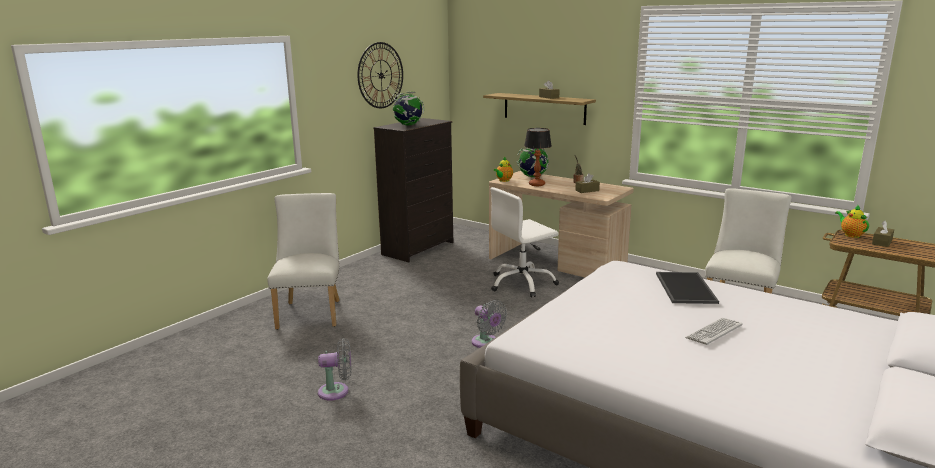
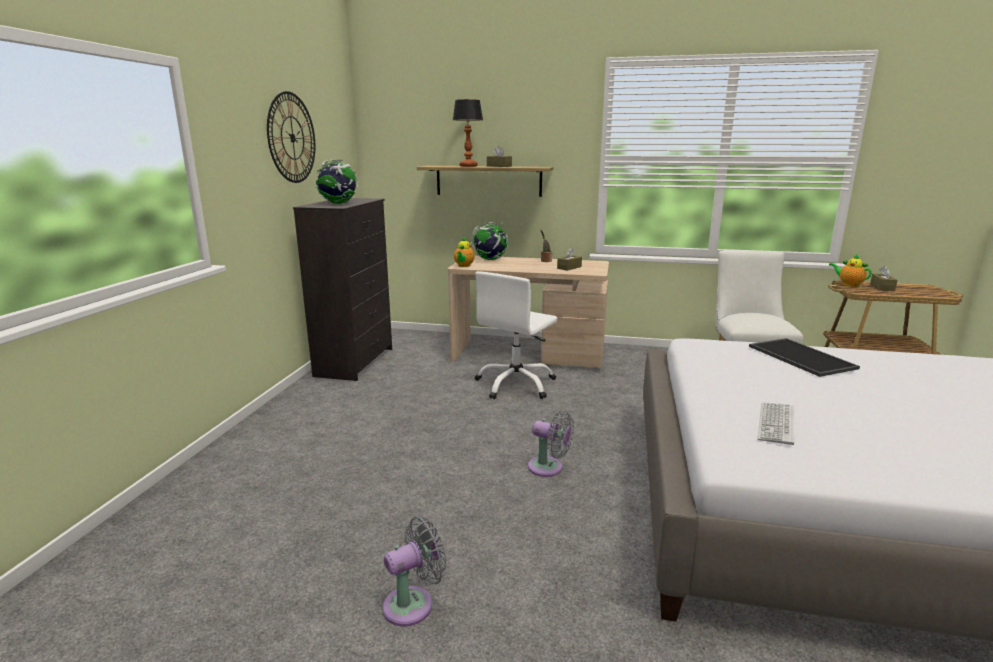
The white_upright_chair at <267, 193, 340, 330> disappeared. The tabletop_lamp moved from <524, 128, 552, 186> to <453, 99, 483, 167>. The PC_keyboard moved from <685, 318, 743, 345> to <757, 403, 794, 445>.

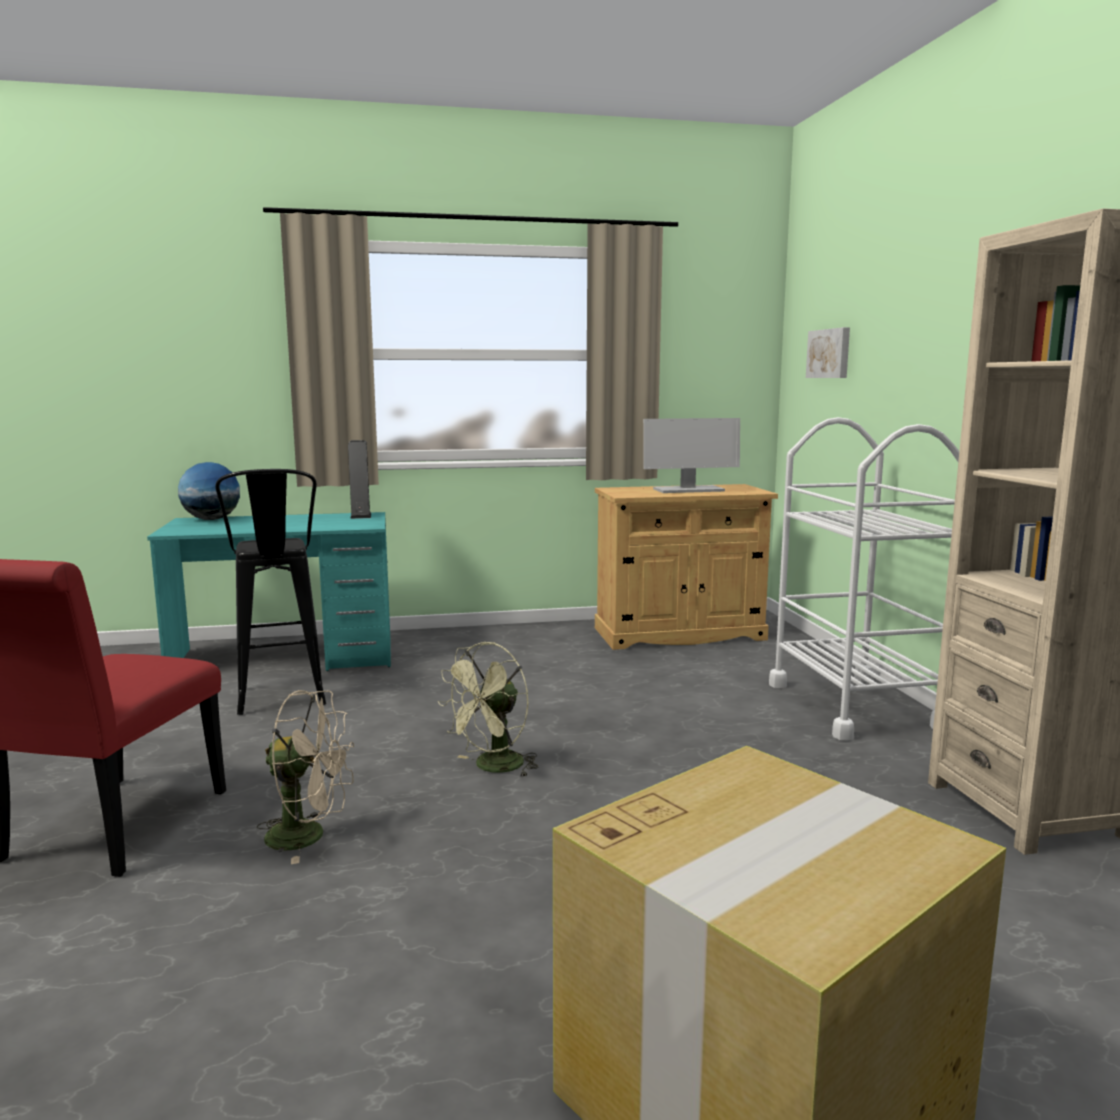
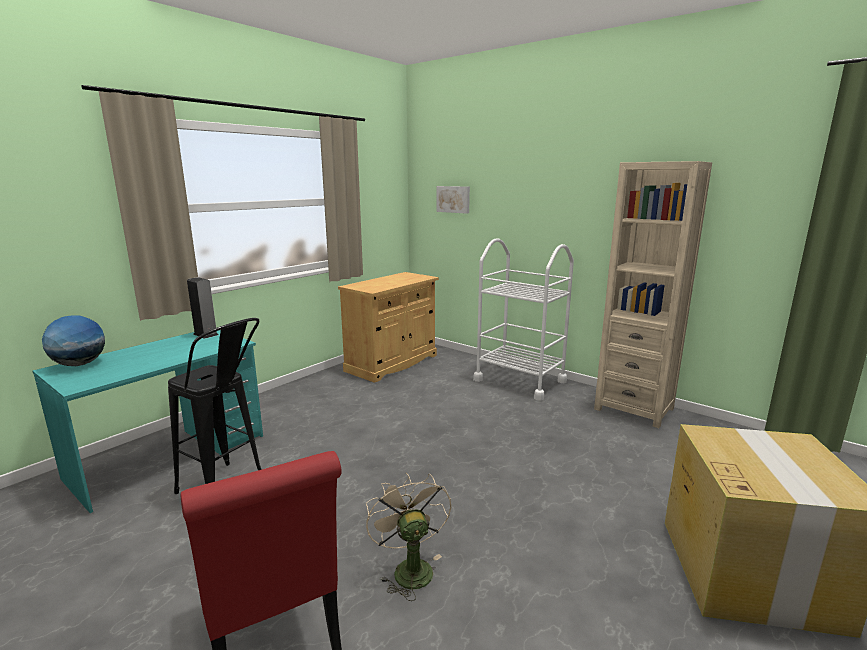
The greenish_cooling_fan at <438, 642, 538, 777> disappeared. The computer_screen at <643, 418, 740, 493> disappeared. The beige-coloured_cooling_fan at <257, 690, 354, 864> turned 75 degrees counterclockwise.

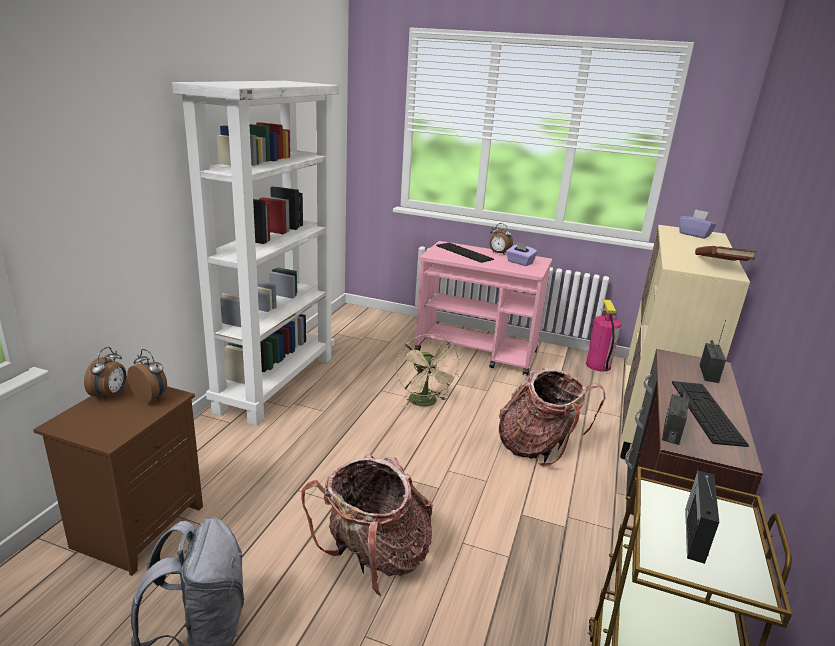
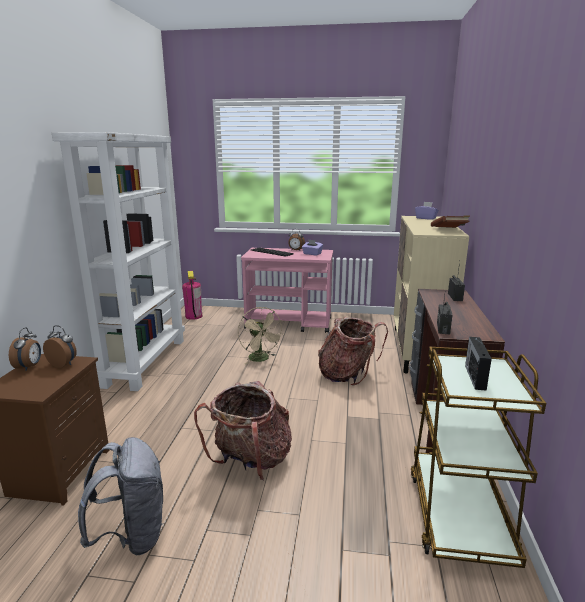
The PC_keyboard at <672, 381, 749, 447> disappeared. The fire_extinguisher moved from <586, 299, 622, 372> to <182, 271, 202, 320>.

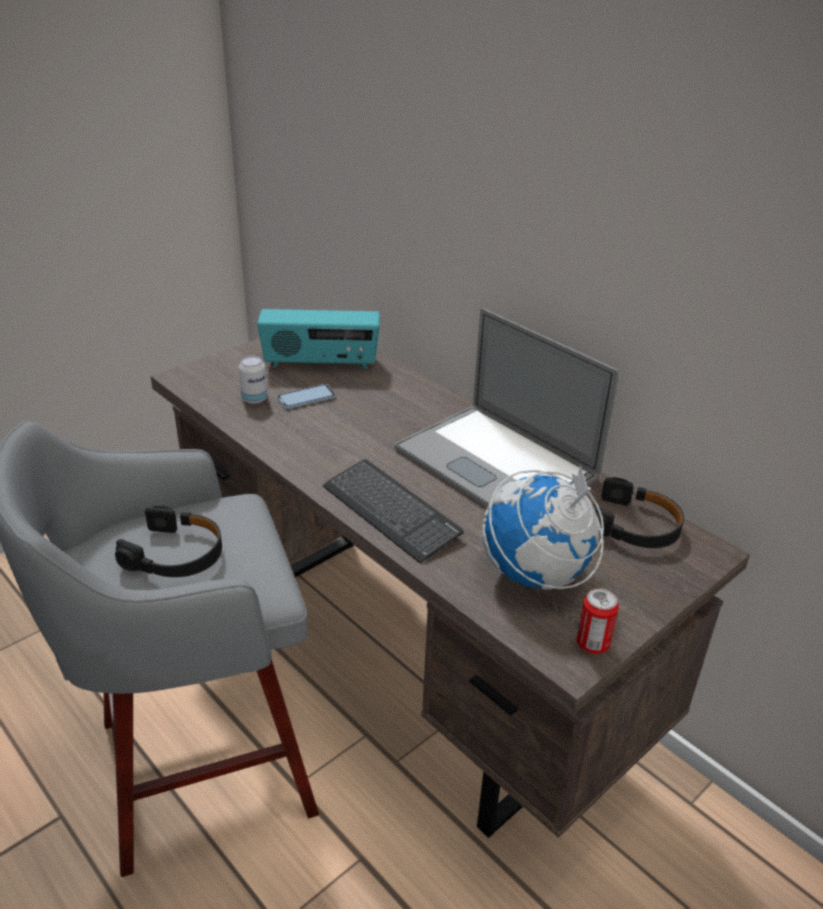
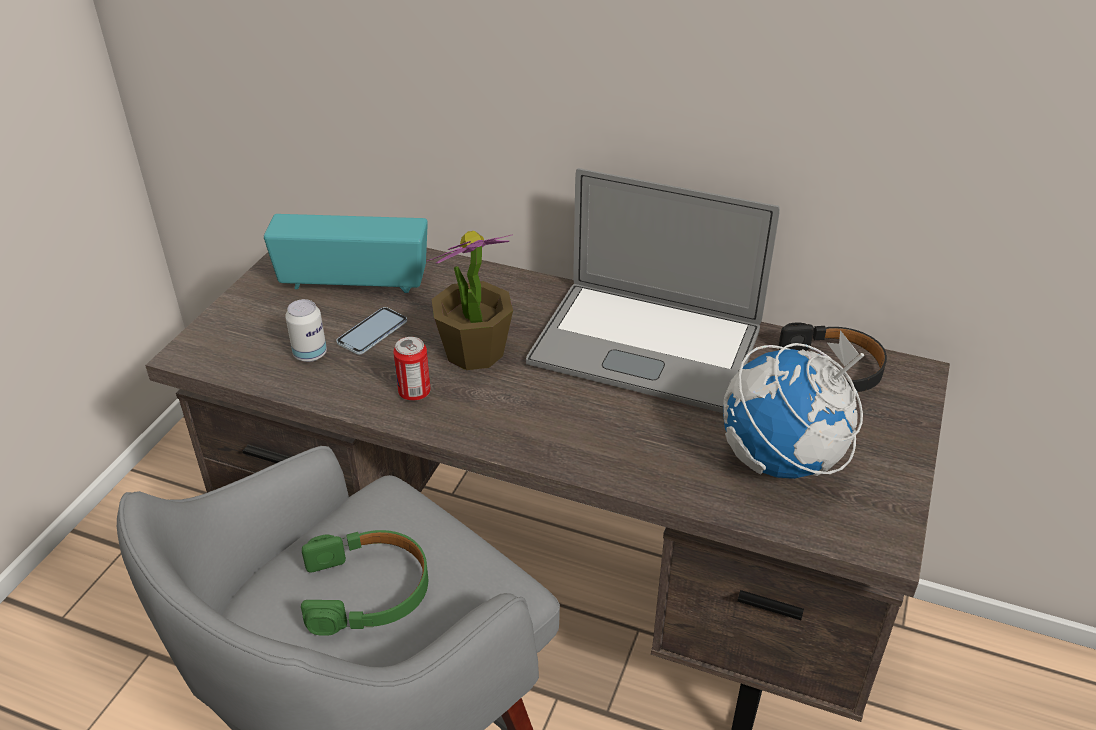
The PC_keyboard at <323, 459, 464, 564> disappeared. The plant_in_a_pot at <427, 231, 513, 370> appeared. The sealed_can moved from <577, 588, 619, 654> to <393, 337, 431, 401>. The black-coloured_headphones at <115, 505, 222, 577> became the greenish_headphones at <301, 530, 428, 636>. The radio_set at <257, 309, 380, 369> turned 150 degrees counterclockwise.

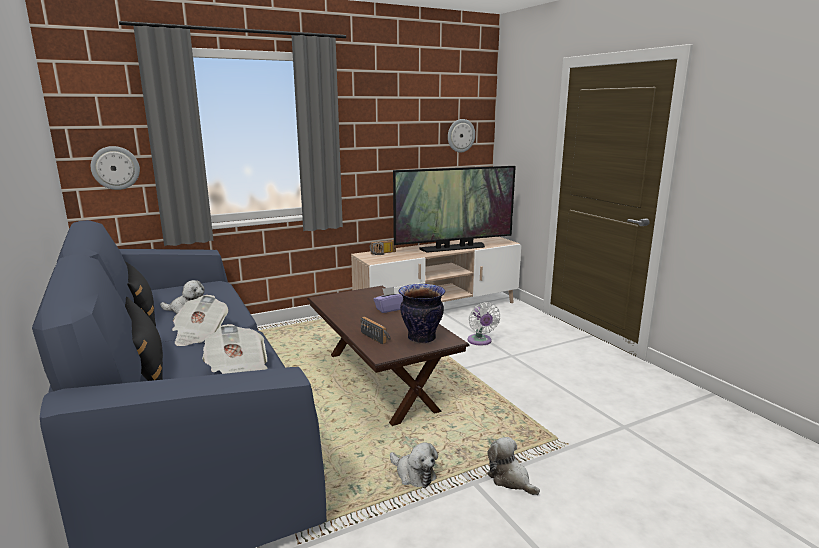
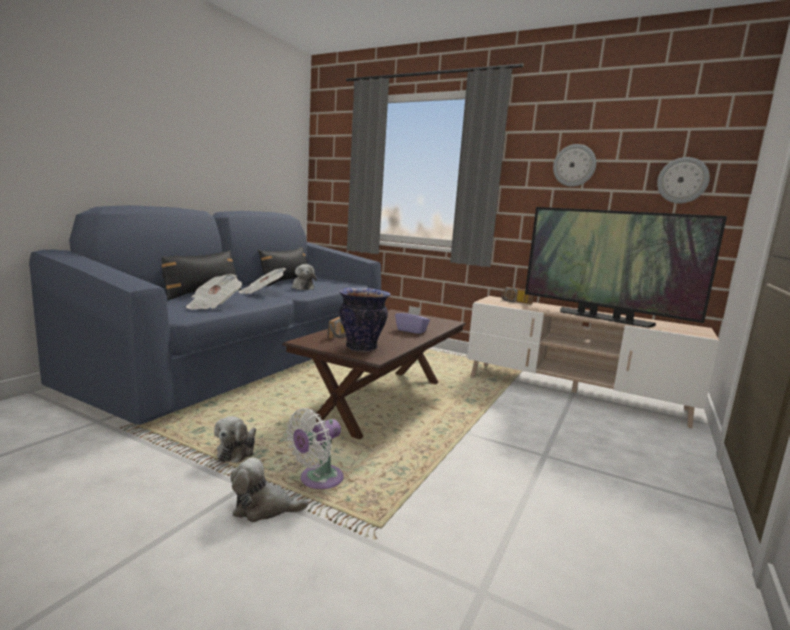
The clock_on_the_wall moved from <91, 146, 140, 190> to <553, 144, 596, 187>. The white_cooling_fan moved from <468, 302, 500, 346> to <286, 408, 344, 489>. The plush_toy at <487, 437, 540, 495> turned 105 degrees counterclockwise.

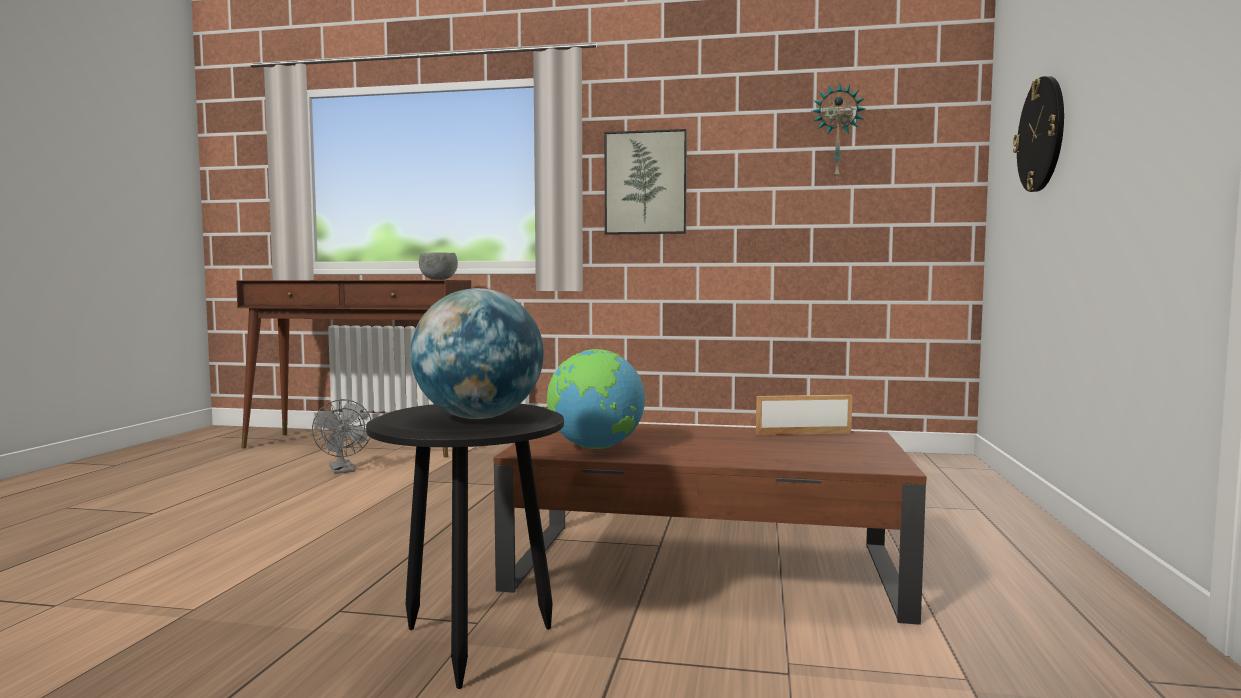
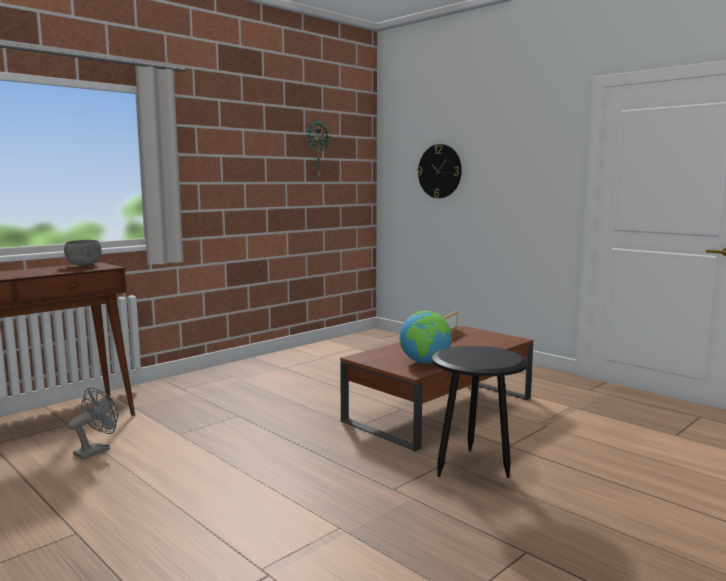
The globe at <410, 288, 544, 419> disappeared. The picture at <605, 129, 687, 235> disappeared. The gray_cooling_fan at <312, 399, 371, 474> turned 60 degrees counterclockwise.

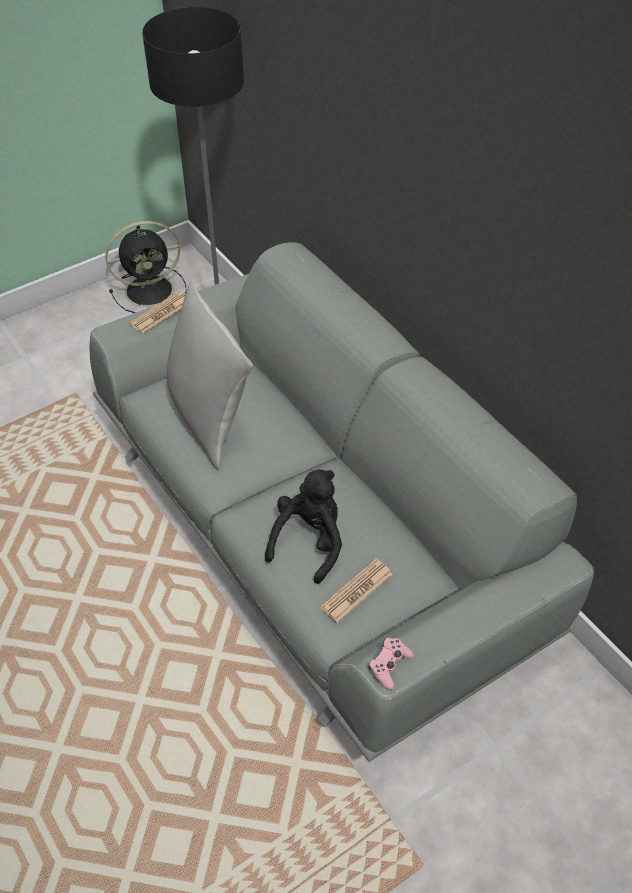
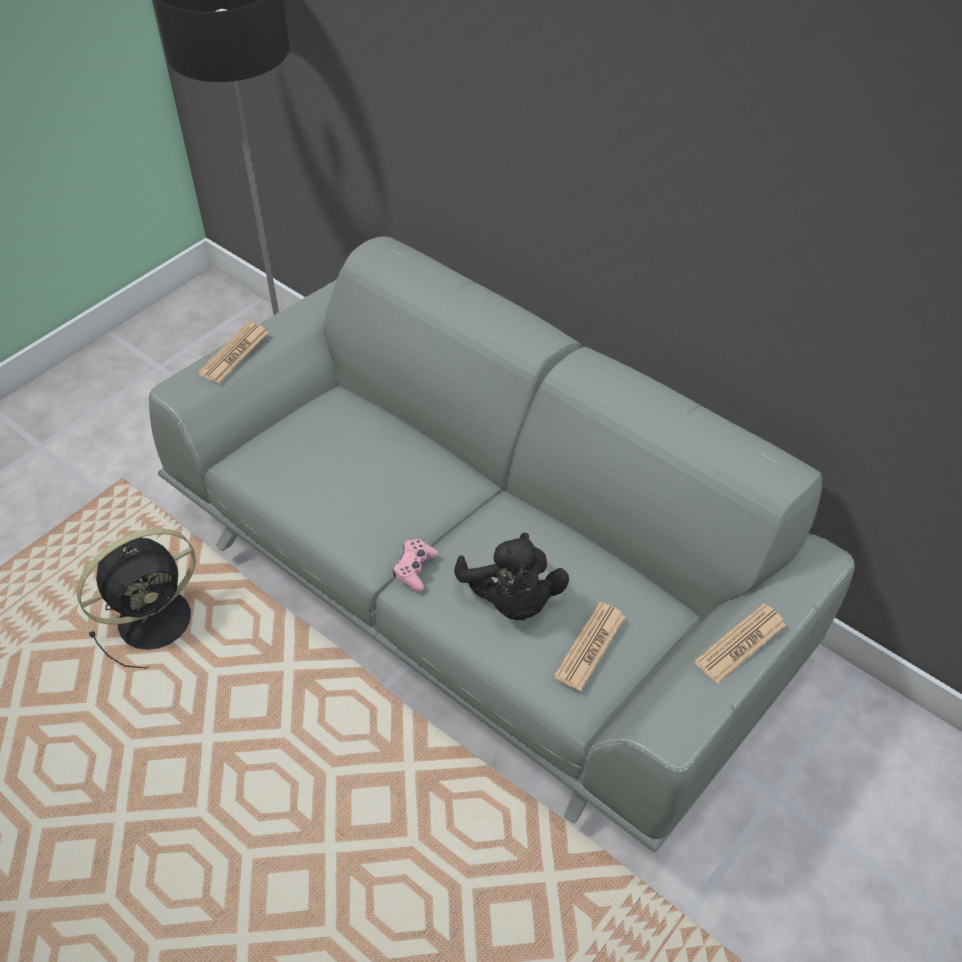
The gray_pillow at <167, 281, 253, 469> disappeared. The daily_paper at <694, 603, 786, 683> appeared. The black-coloured_cooling_fan moved from <106, 221, 187, 313> to <77, 528, 196, 668>. The pink-coloured_gamepad moved from <368, 638, 414, 690> to <393, 539, 438, 592>. The black-coloured_plush_toy at <265, 469, 342, 584> turned 150 degrees clockwise.

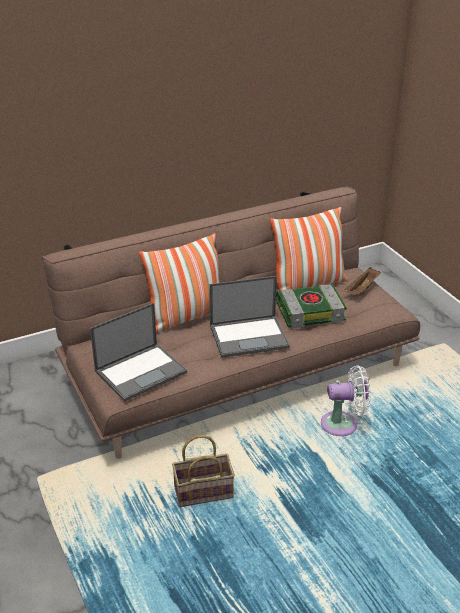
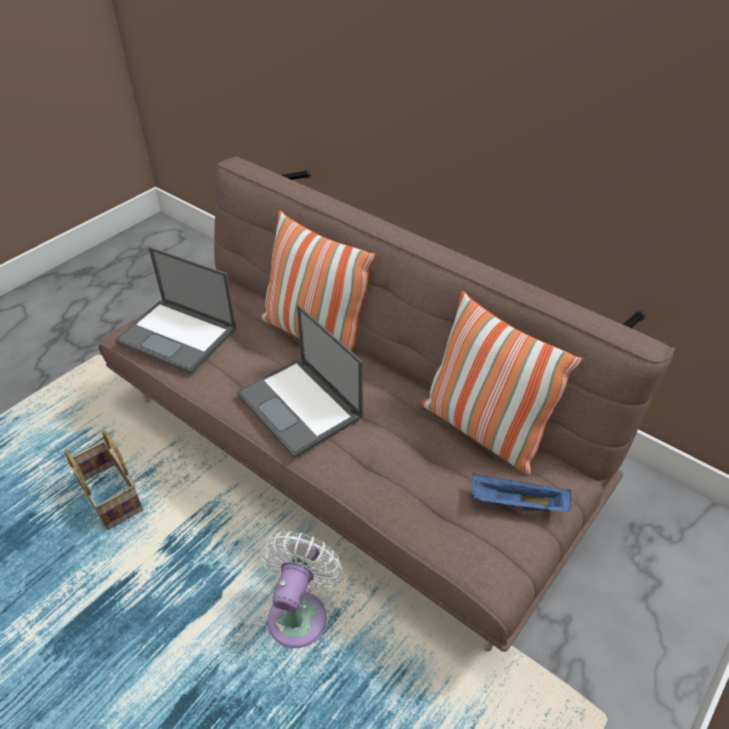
The book at <276, 284, 347, 329> disappeared. The brown_serving_tray at <344, 267, 381, 295> became the bluish_serving_tray at <471, 474, 571, 512>. The white_cooling_fan at <321, 365, 371, 436> turned 135 degrees counterclockwise.

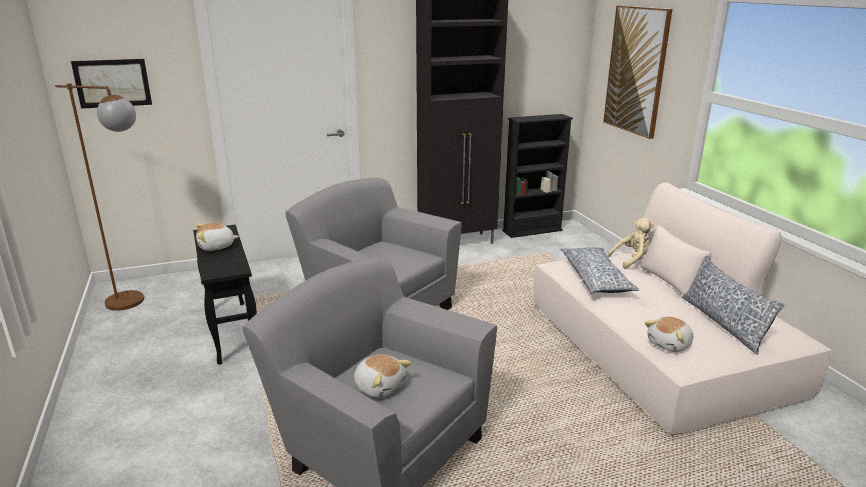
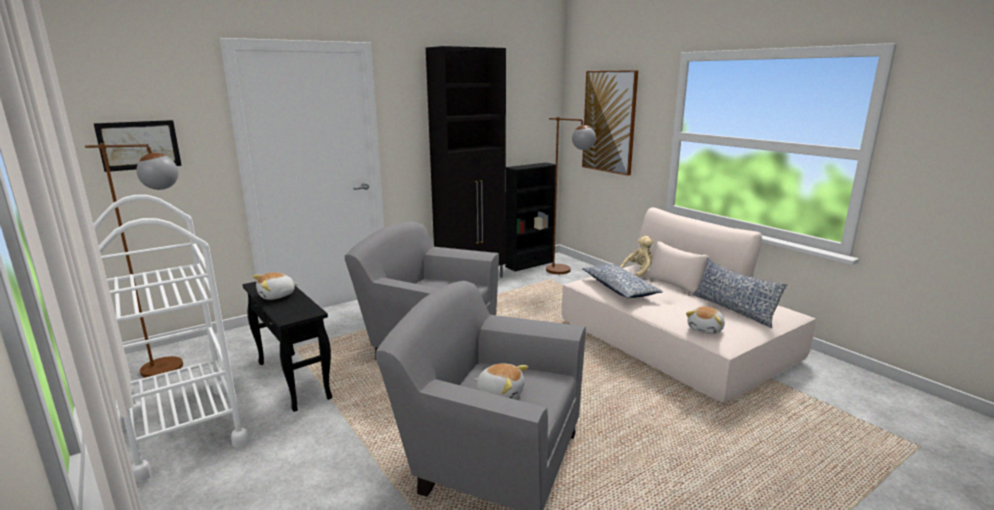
The white_wheeled_cart at <93, 195, 249, 482> appeared. The brown_standing_lamp at <546, 117, 596, 274> appeared.

